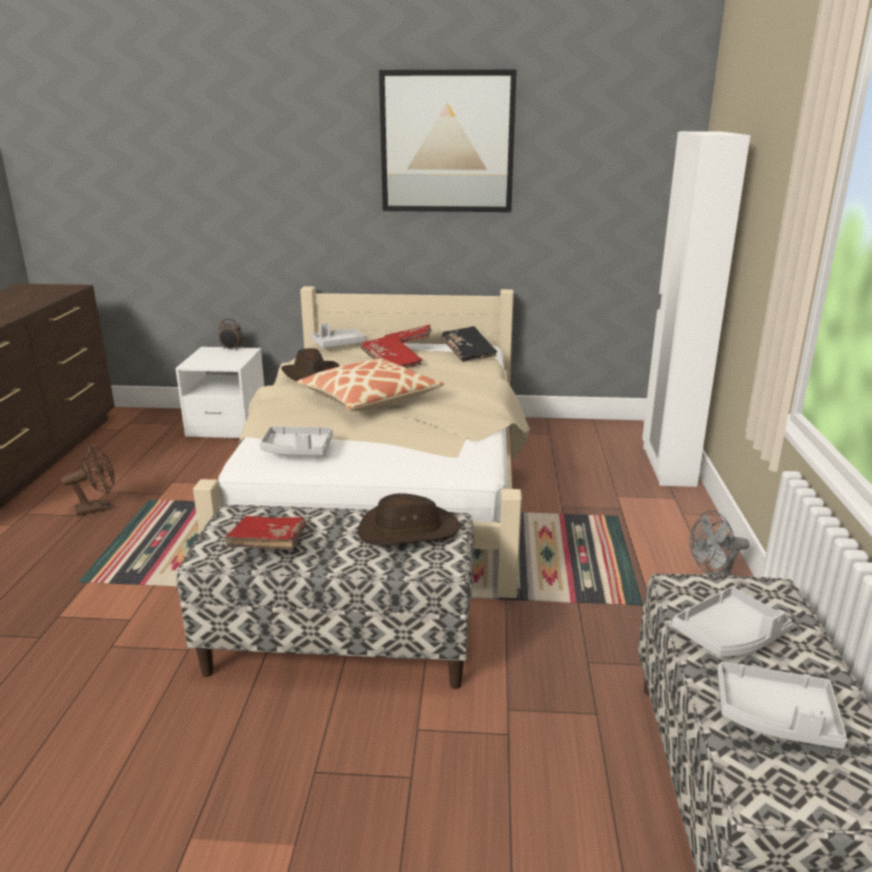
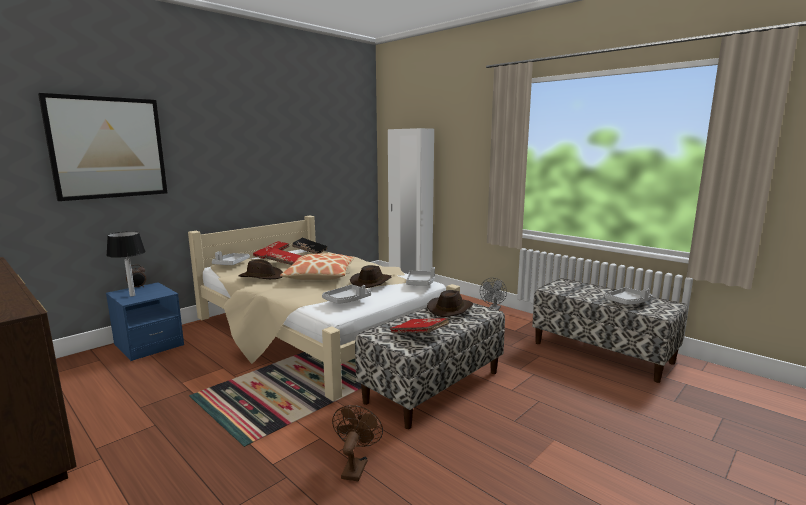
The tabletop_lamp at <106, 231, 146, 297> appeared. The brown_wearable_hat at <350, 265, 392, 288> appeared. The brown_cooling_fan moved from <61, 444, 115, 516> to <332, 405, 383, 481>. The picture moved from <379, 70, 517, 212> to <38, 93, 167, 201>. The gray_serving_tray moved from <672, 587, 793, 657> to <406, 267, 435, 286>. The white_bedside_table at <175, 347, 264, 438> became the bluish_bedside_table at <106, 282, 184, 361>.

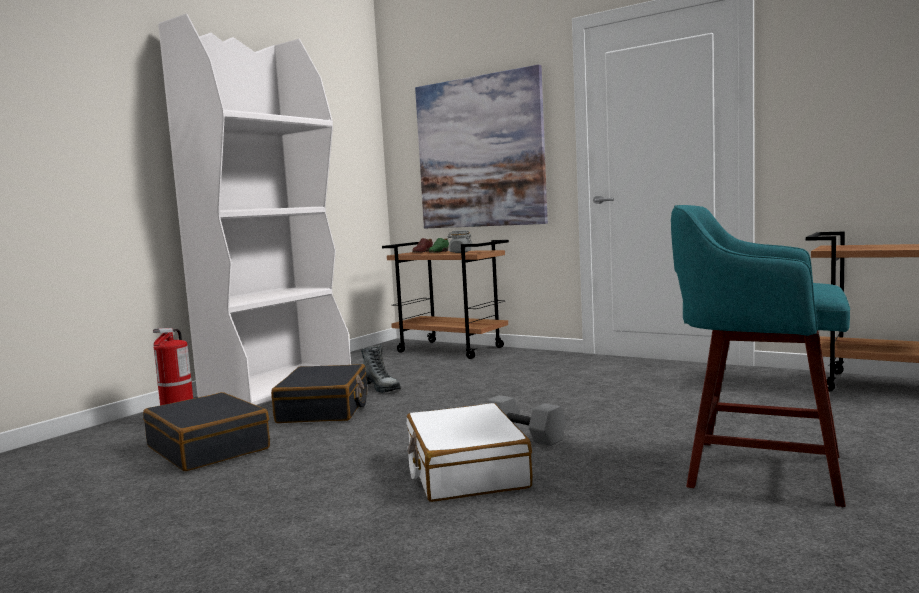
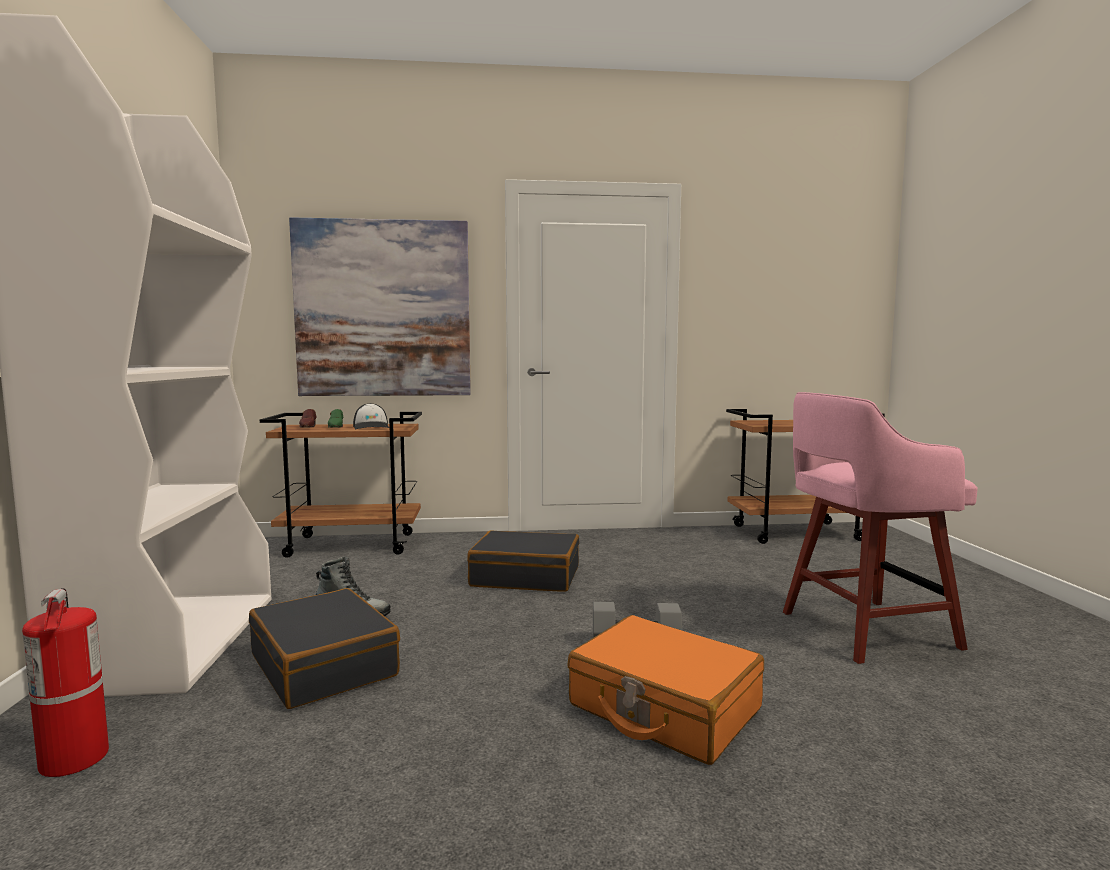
The black-coloured_piece_of_luggage moved from <143, 392, 270, 471> to <467, 530, 579, 592>. The gray_storage_jar at <448, 230, 472, 253> was replaced by the peaked_cap at <353, 403, 389, 429>. The white_piece_of_luggage at <407, 403, 532, 502> became the orange_piece_of_luggage at <567, 615, 764, 765>. The turquoise-coloured_sitting_stool at <671, 205, 850, 507> became the pink-coloured_sitting_stool at <783, 392, 978, 664>.

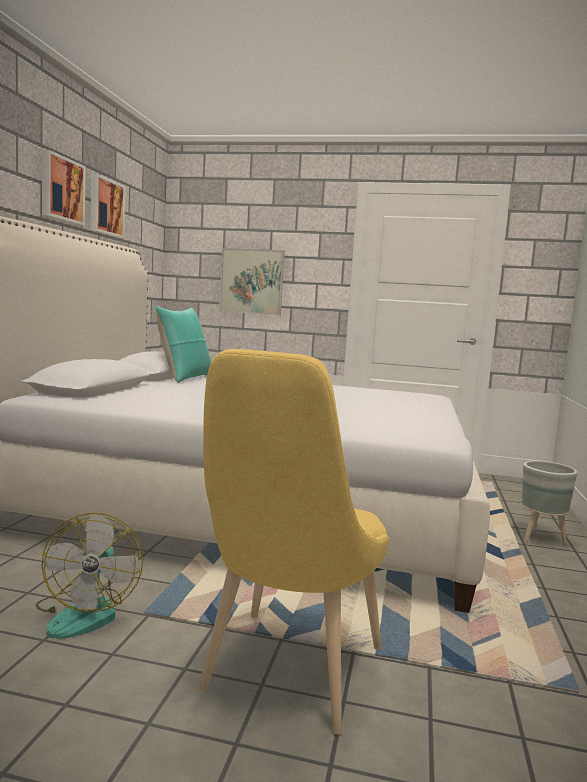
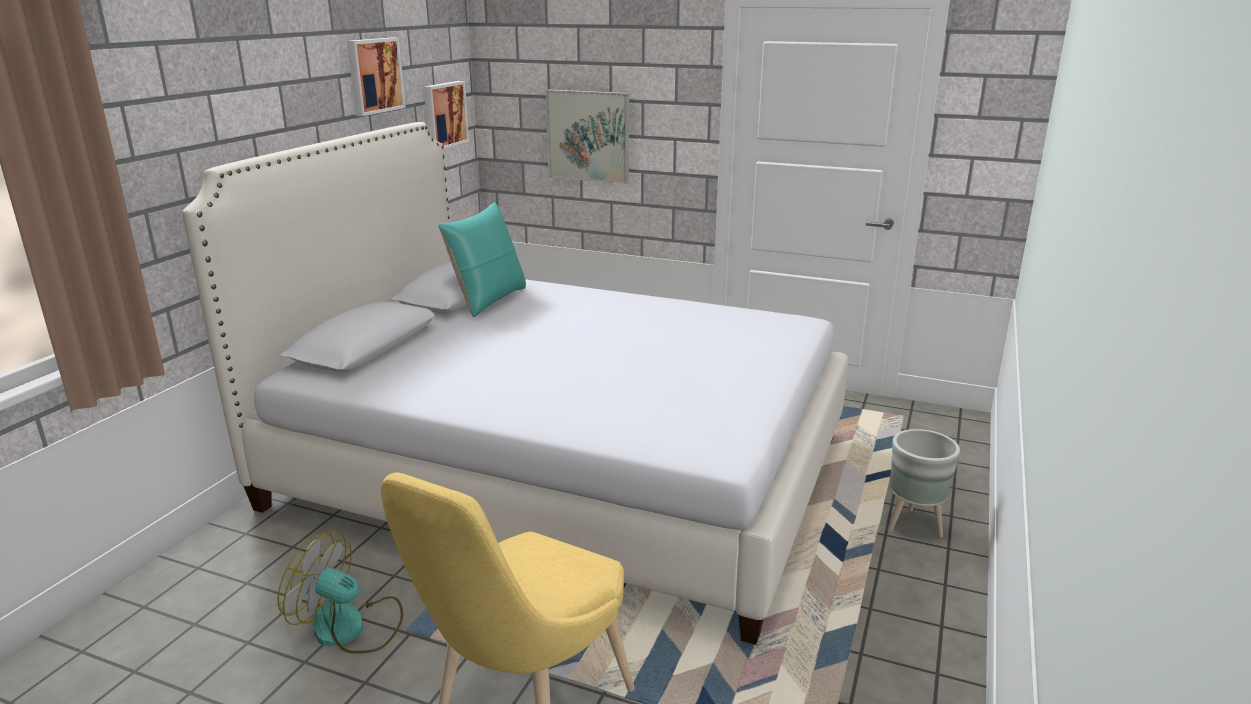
The picture moved from <42, 150, 86, 225> to <424, 81, 469, 149>. The cooling_fan at <36, 513, 143, 639> turned 105 degrees clockwise.

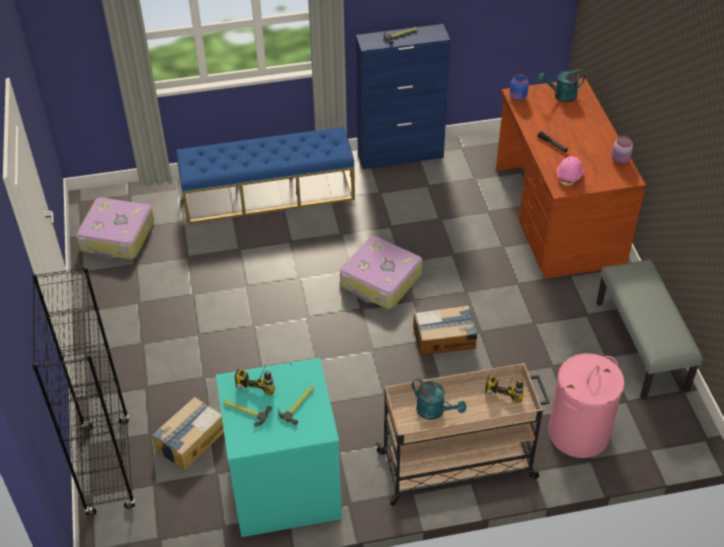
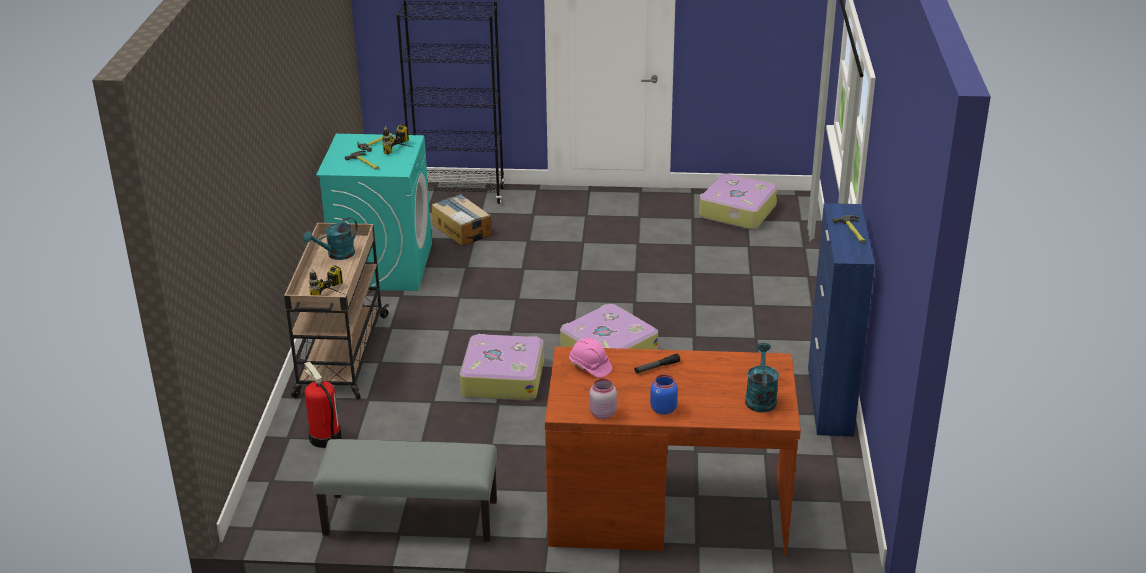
The bluish_bench at <176, 127, 355, 224> disappeared. The bluish_storage_jar moved from <510, 74, 529, 101> to <650, 375, 678, 415>. The packing_box at <413, 305, 478, 355> was replaced by the piece_of_luggage at <460, 334, 544, 401>. The pink-coloured_laundry_basket at <548, 353, 625, 458> was replaced by the fire_extinguisher at <304, 362, 342, 448>.

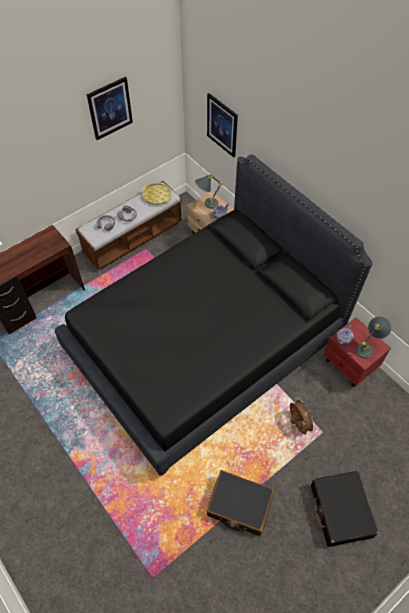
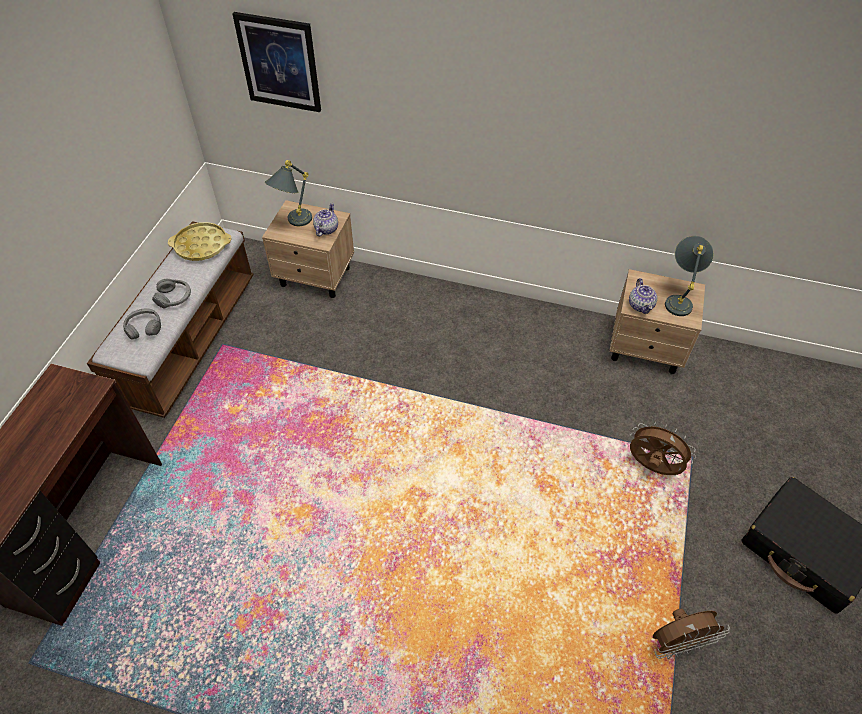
The black-coloured_bed at <55, 154, 373, 476> disappeared. The picture at <87, 77, 133, 140> disappeared. The black-coloured_piece_of_luggage at <207, 470, 274, 536> was replaced by the brown_cooling_fan at <653, 609, 730, 659>. The red-coloured_bedside_table at <323, 317, 391, 387> became the beige-coloured_bedside_table at <609, 269, 705, 374>.

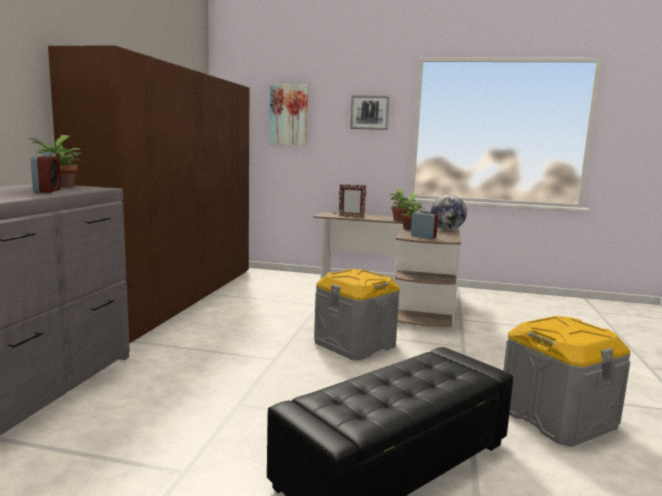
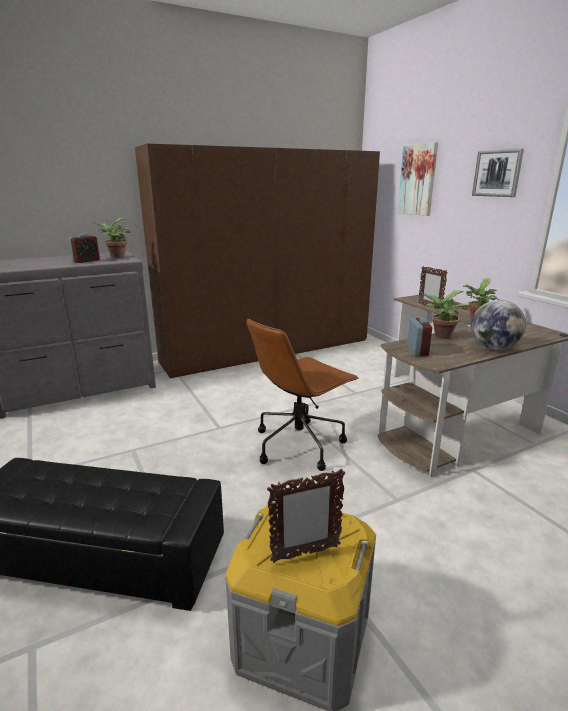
The standing_frame at <267, 469, 345, 563> appeared. The gray_storage_box at <314, 269, 400, 360> was replaced by the brown_desk_chair at <246, 319, 359, 471>.

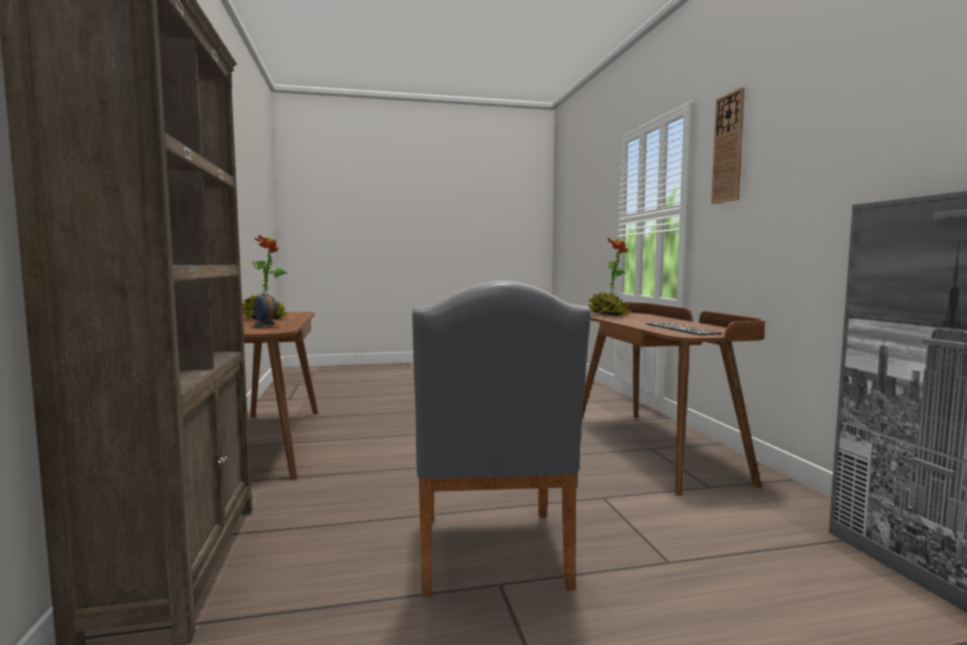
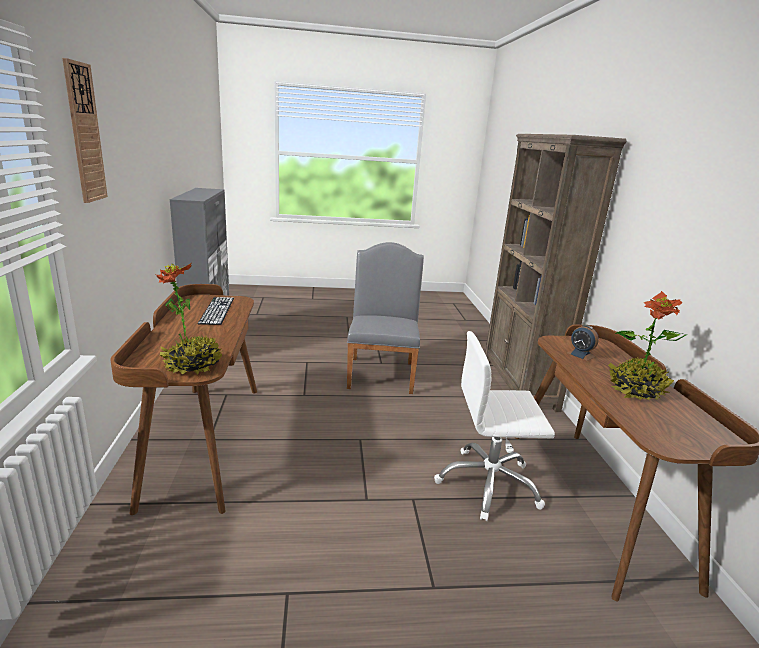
The white_desk_chair at <434, 331, 555, 521> appeared.

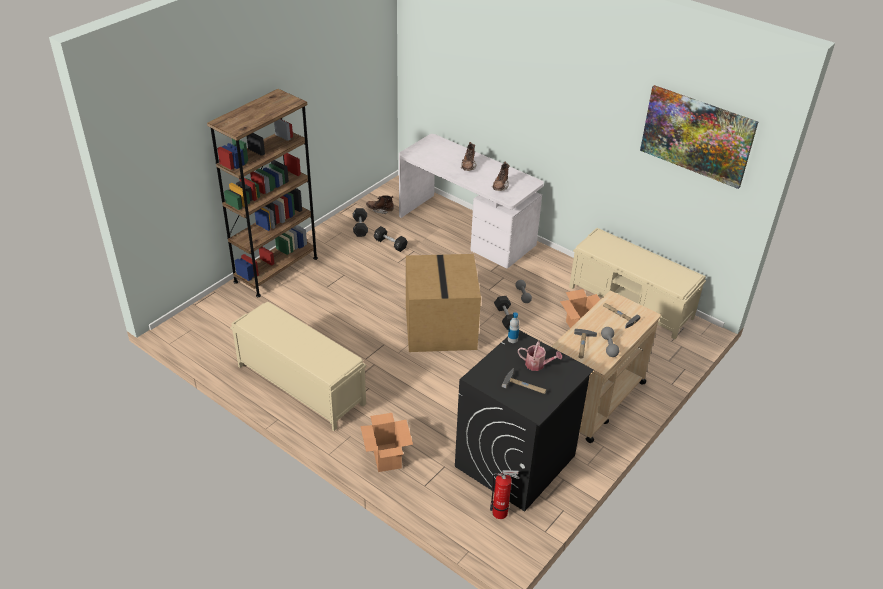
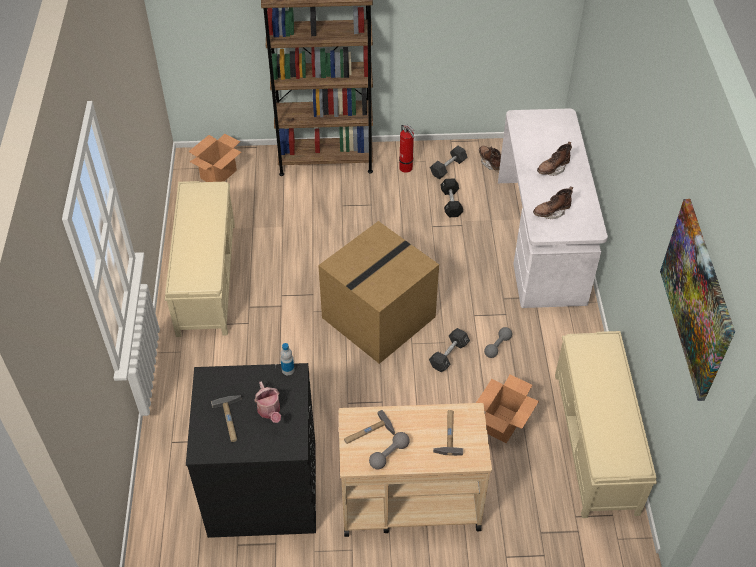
The packing_box moved from <360, 413, 413, 472> to <188, 134, 241, 182>. The fire_extinguisher moved from <490, 470, 520, 519> to <399, 124, 414, 173>.

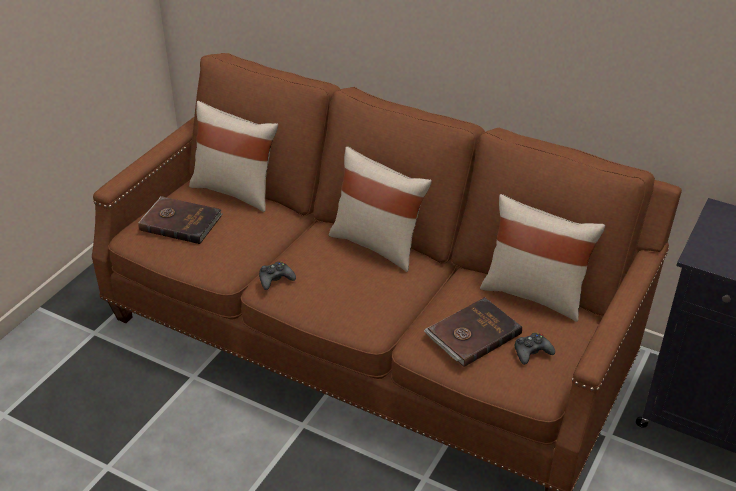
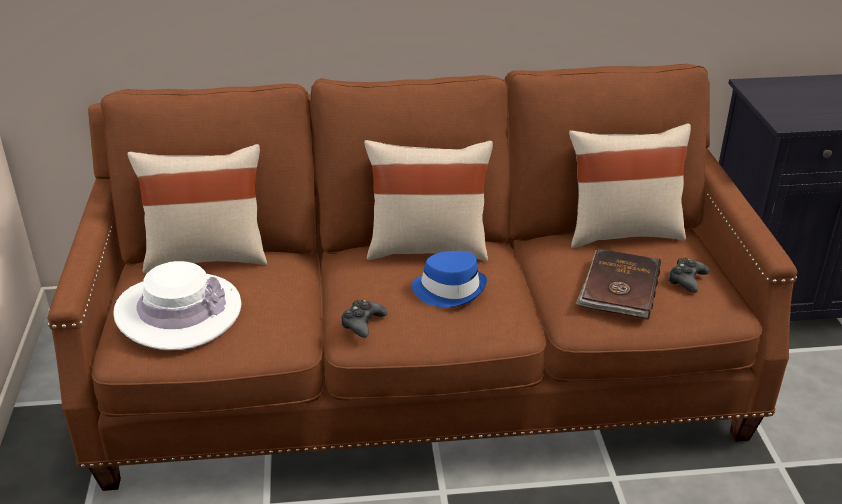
The bluish_wearable_hat at <412, 251, 487, 307> appeared. The brown_book at <138, 196, 222, 244> was replaced by the white_wearable_hat at <113, 261, 241, 350>.

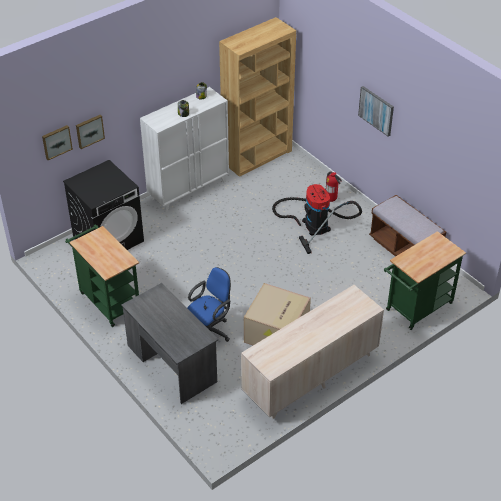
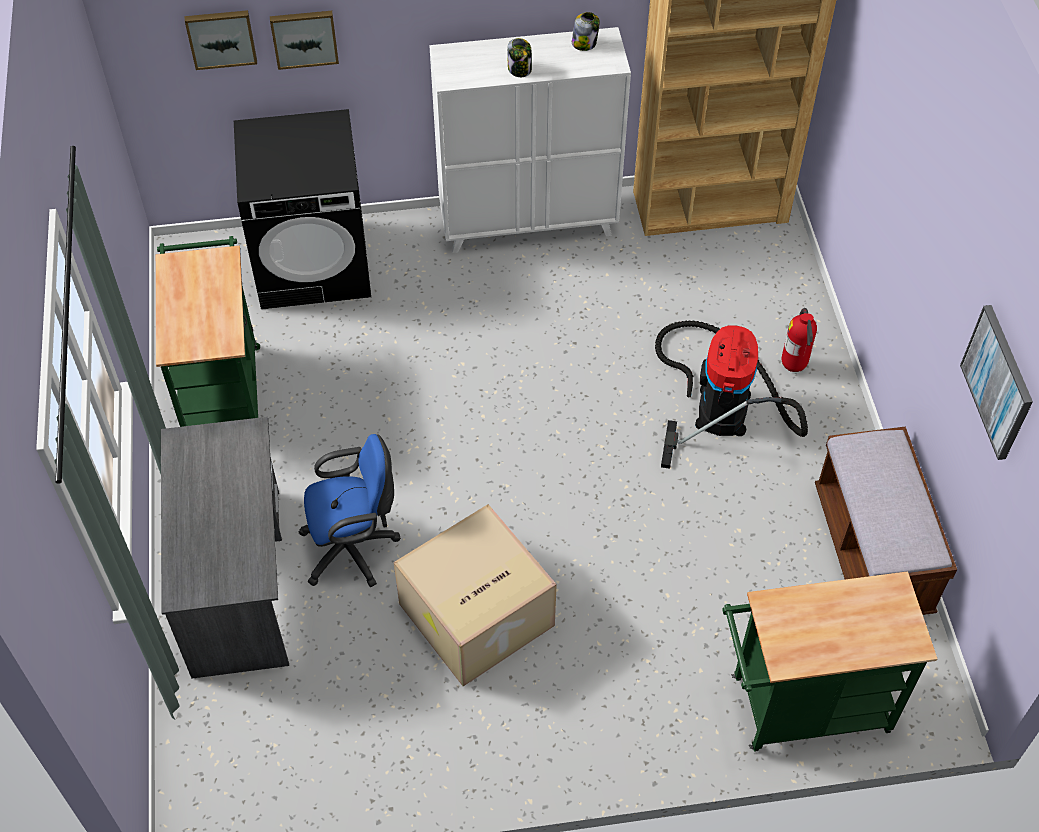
The beige-coloured_chest_of_drawers at <241, 285, 384, 419> disappeared. The picture moved from <358, 86, 394, 137> to <960, 305, 1033, 460>.

